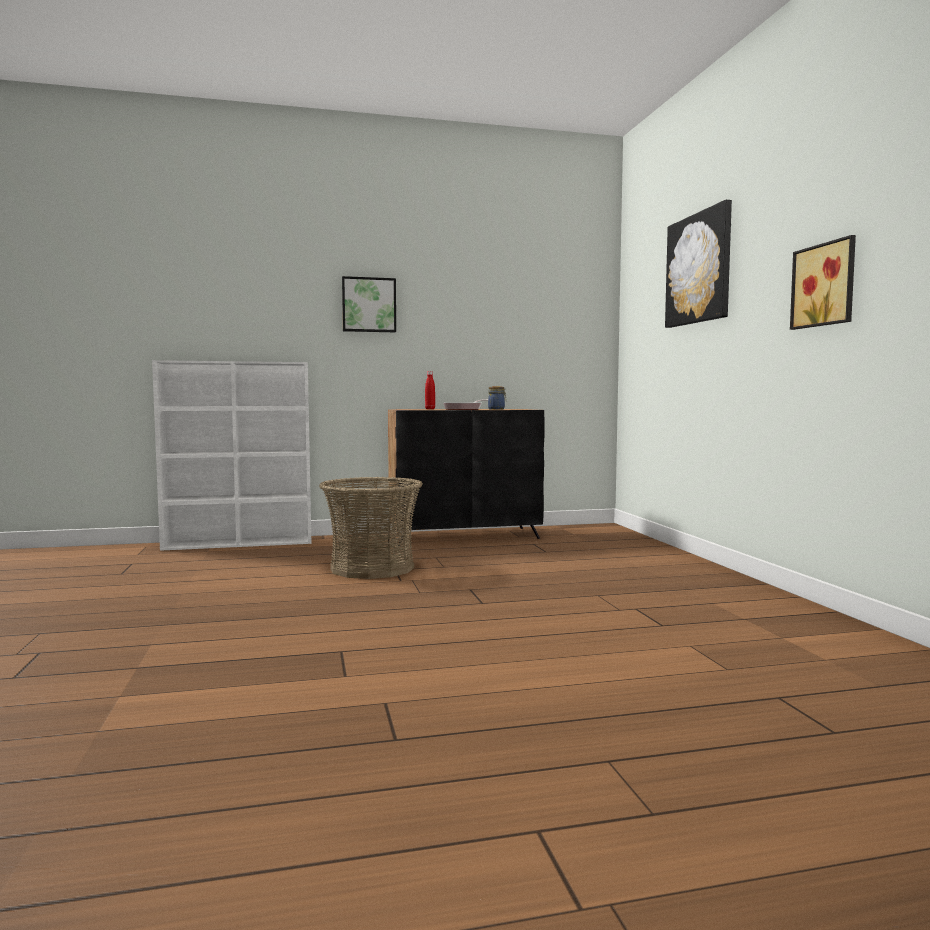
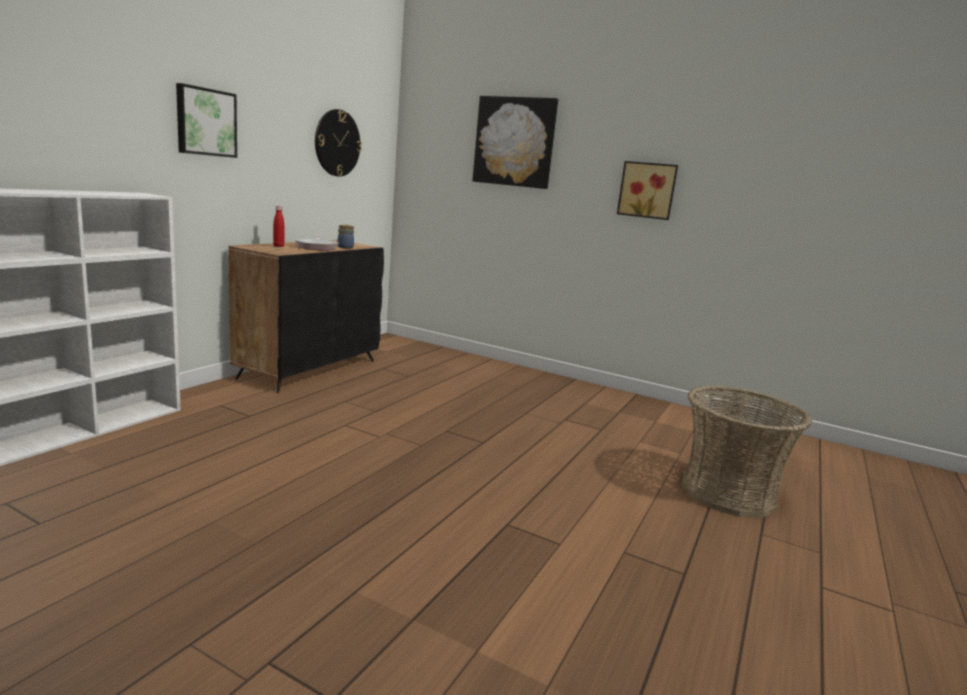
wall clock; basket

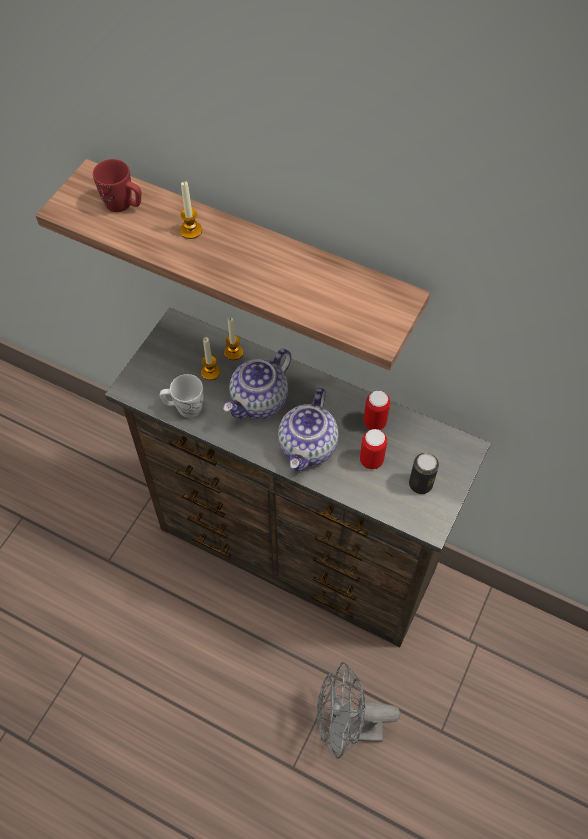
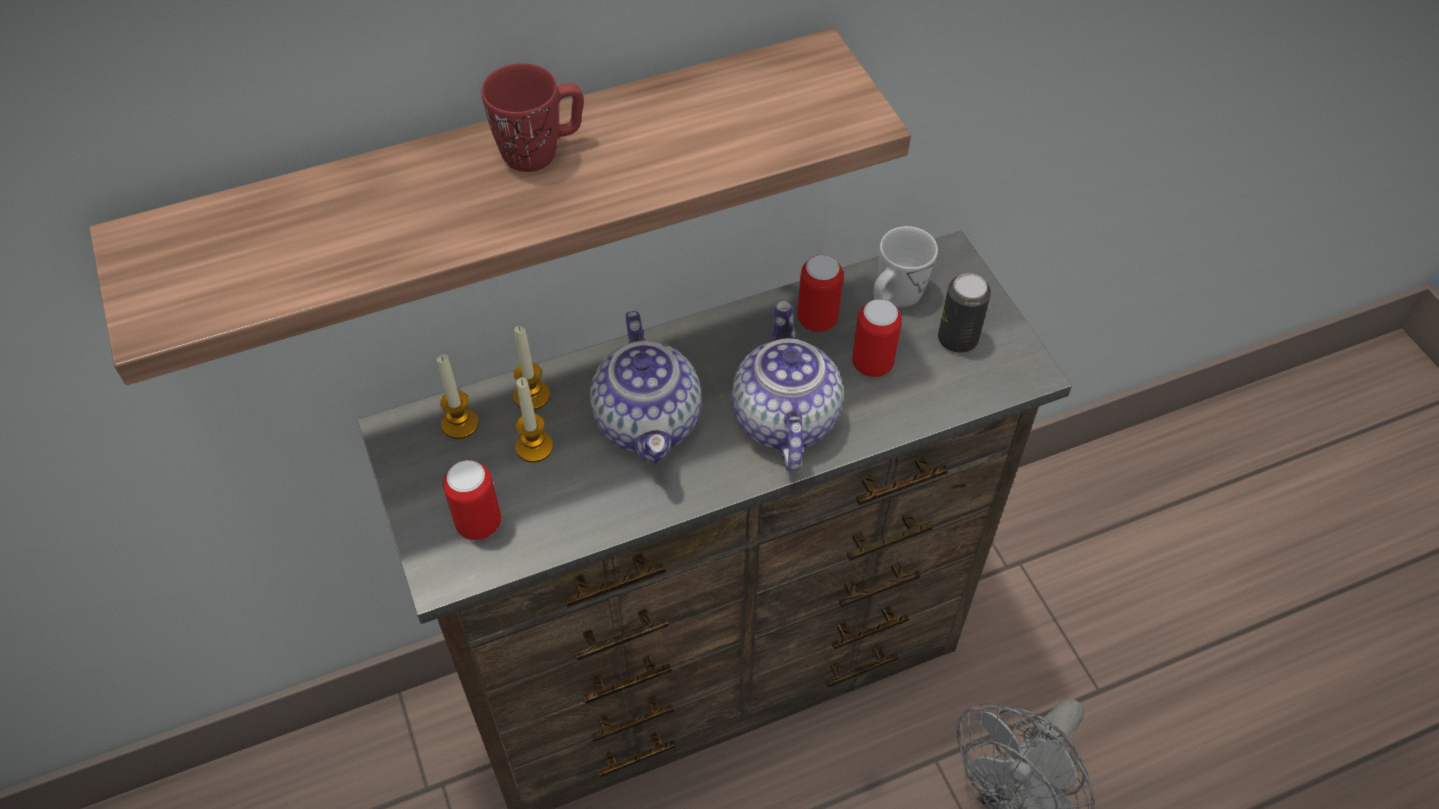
can (1st from left); mug in red; mug in white; candle (1st from left); teapot (2nd from left)

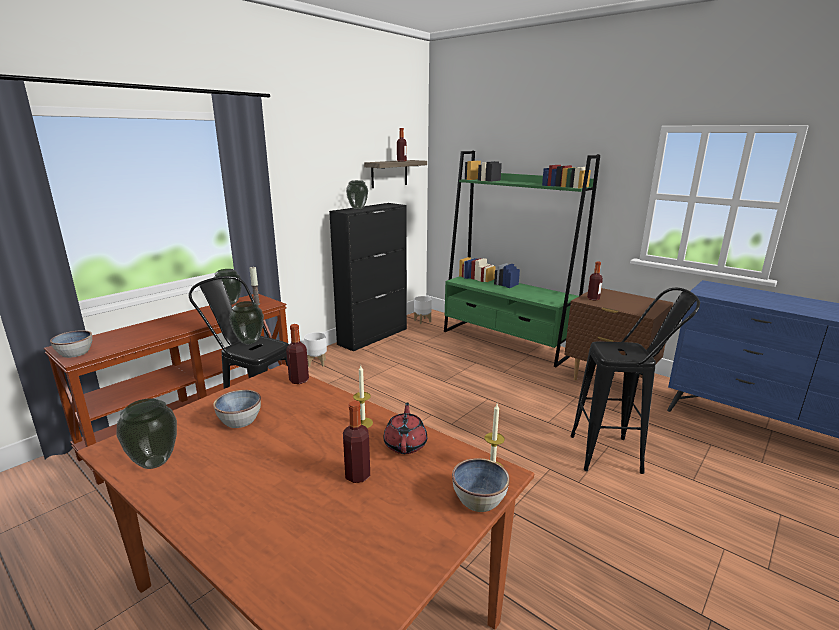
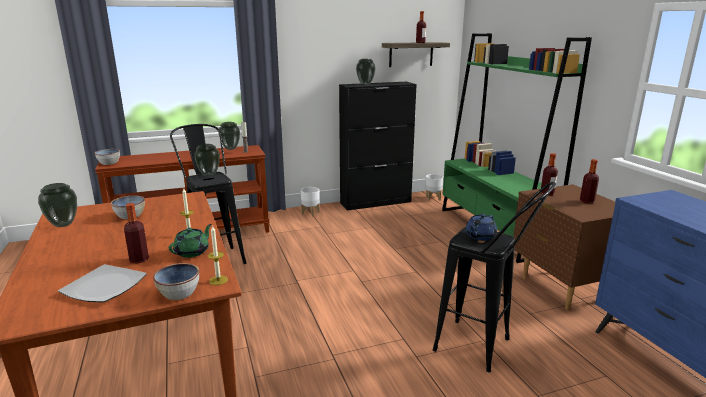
plate; teapot in blue; bottle (4th from left); teapot in green

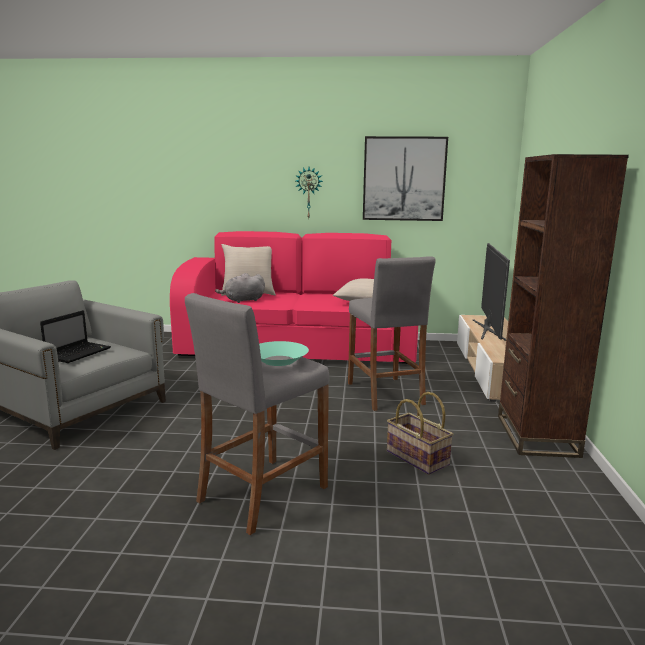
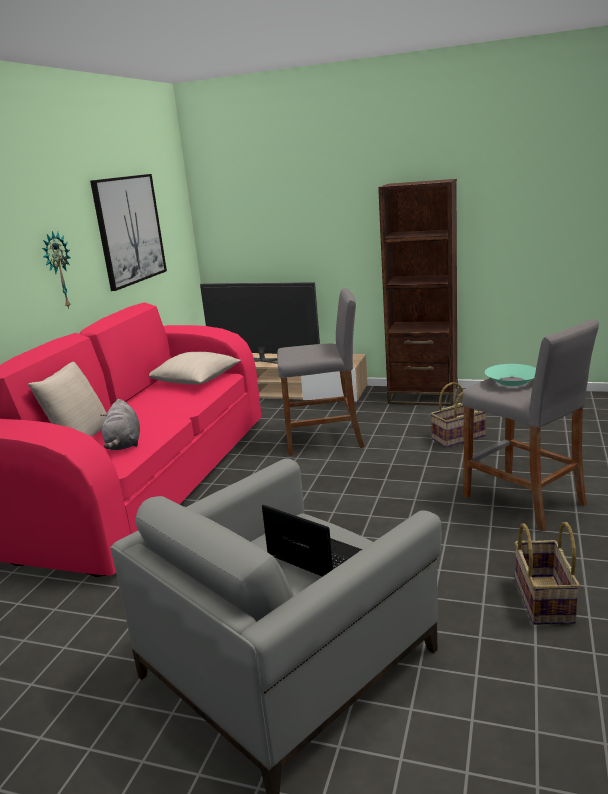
basket (2nd from left)

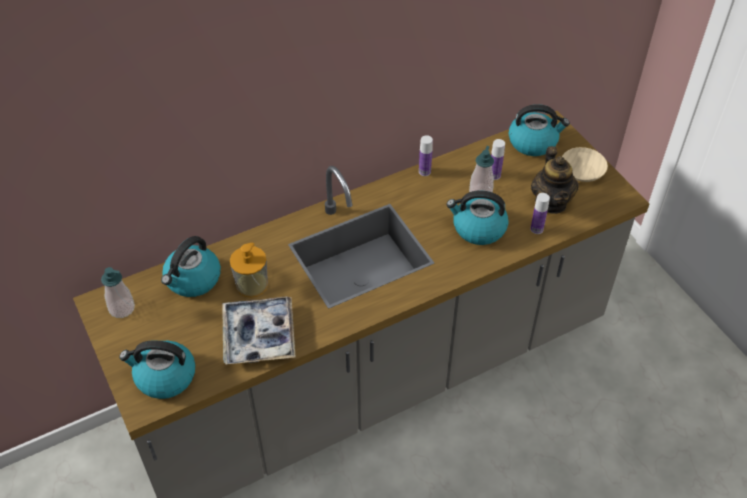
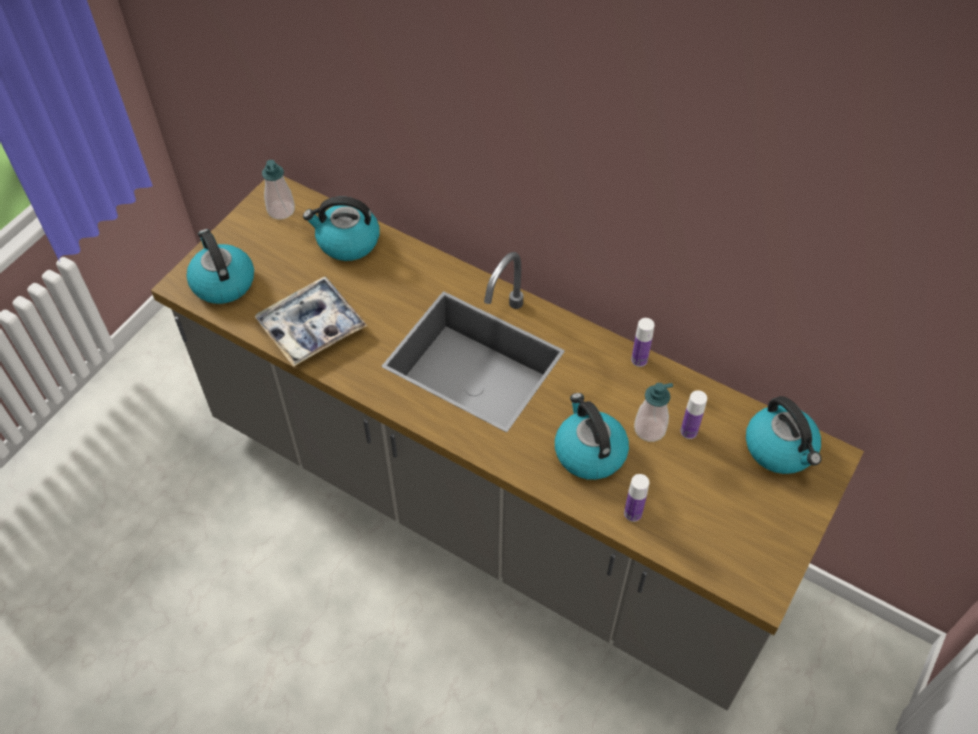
soap dispenser (2nd from left in the first image); teapot; bowl in beige

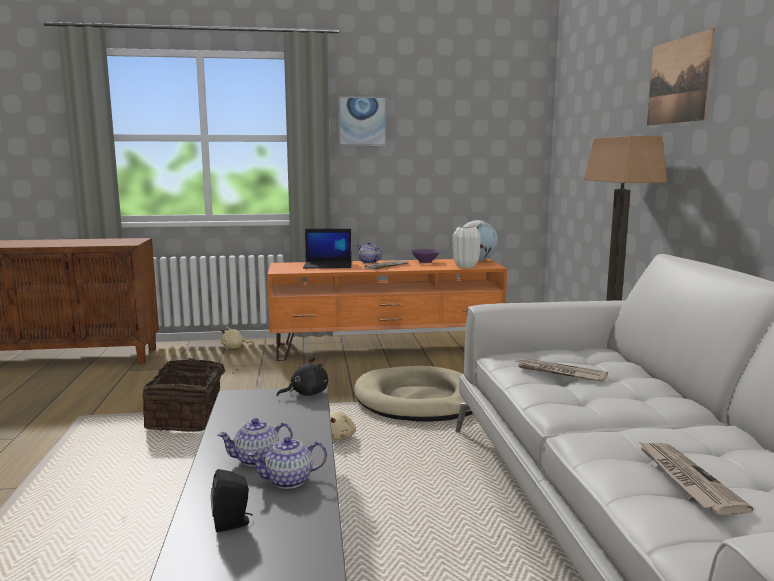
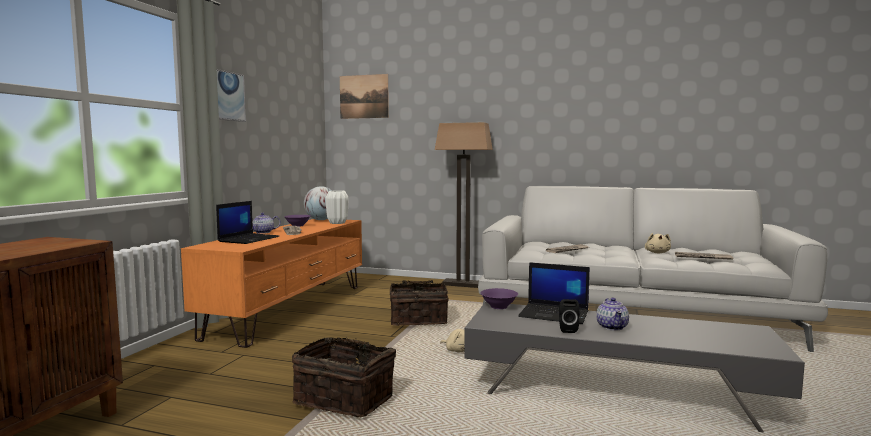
teapot (2nd from left in the first image); laptop (2nd from left); speaker in black; plush toy in beige (2nd from left); picture (2nd from left); bowl in purple (2nd from left); basket (2nd from left)

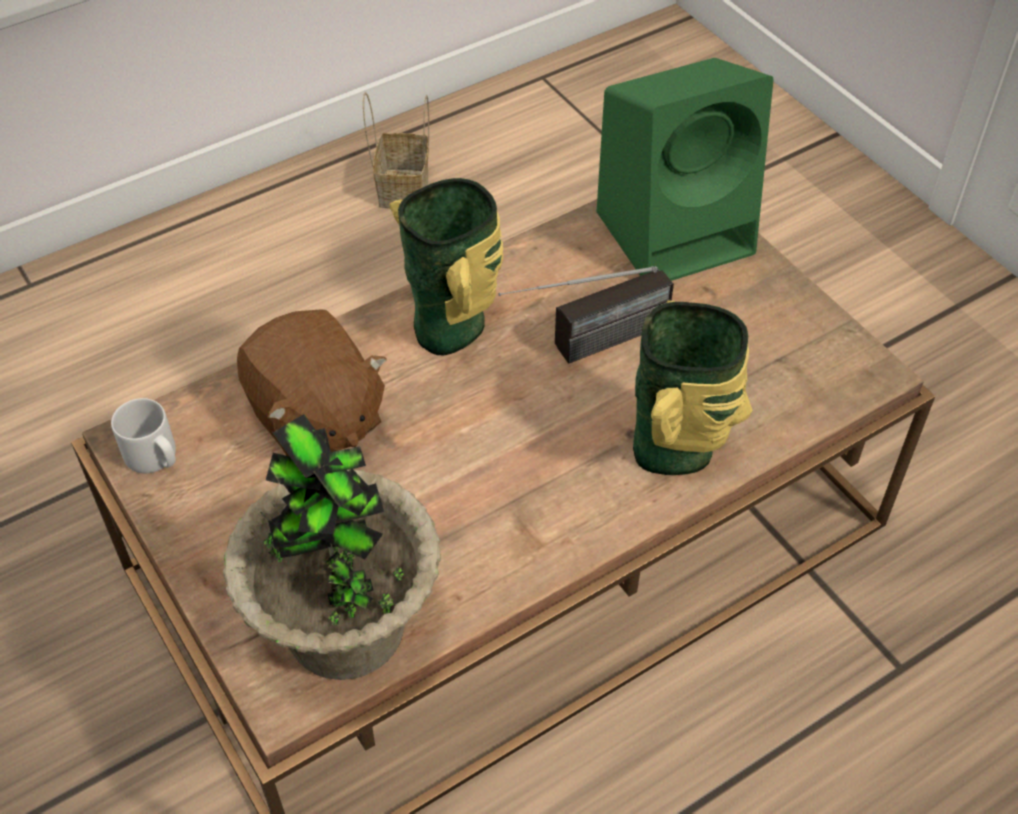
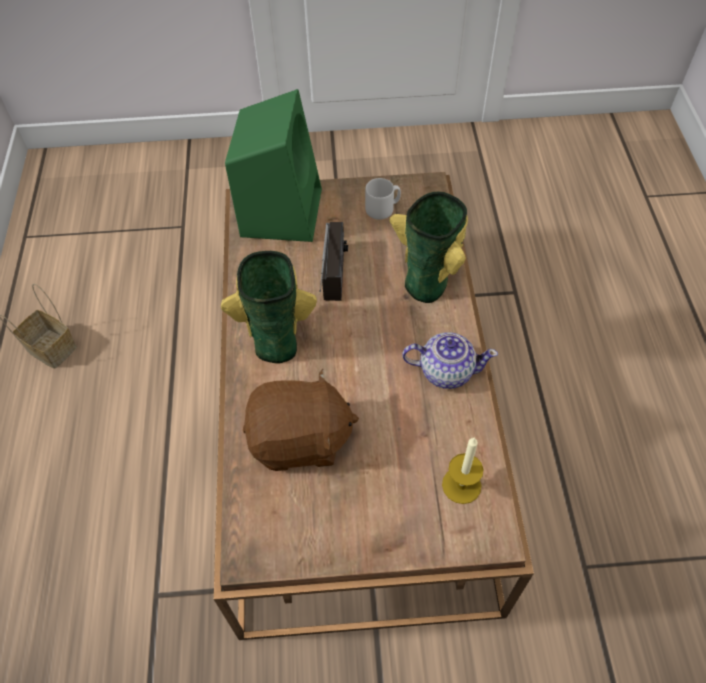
teapot; mug in grey; candle

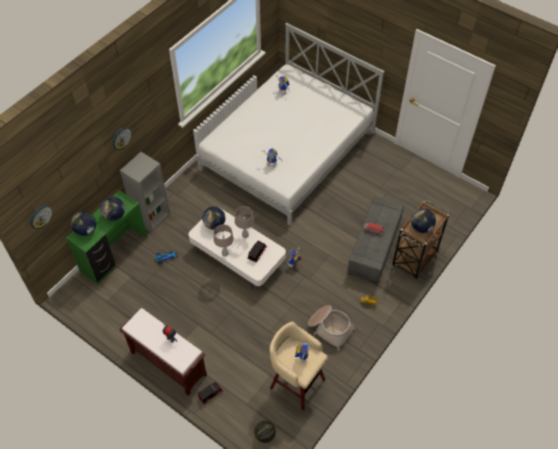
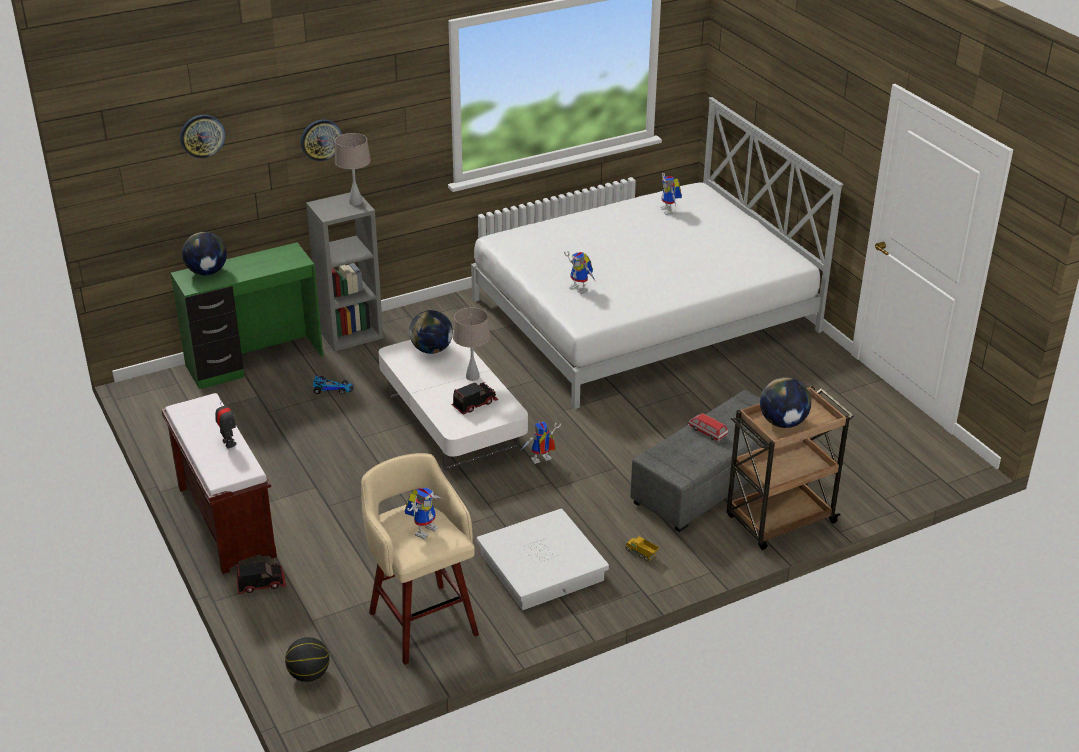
globe (2nd from left in the first image); wall clock (1st from left); table lamp in beige (1st from left); storage box in white

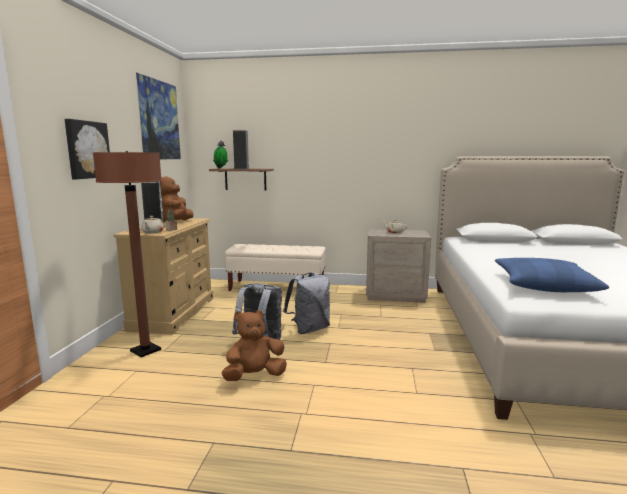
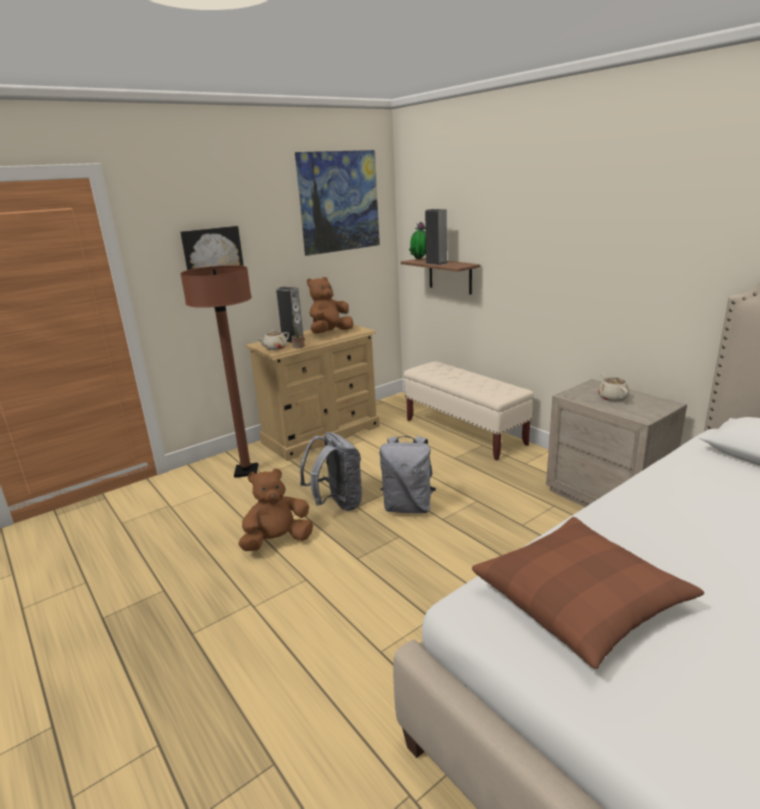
pillow in brown; plush toy in brown (1st from left)

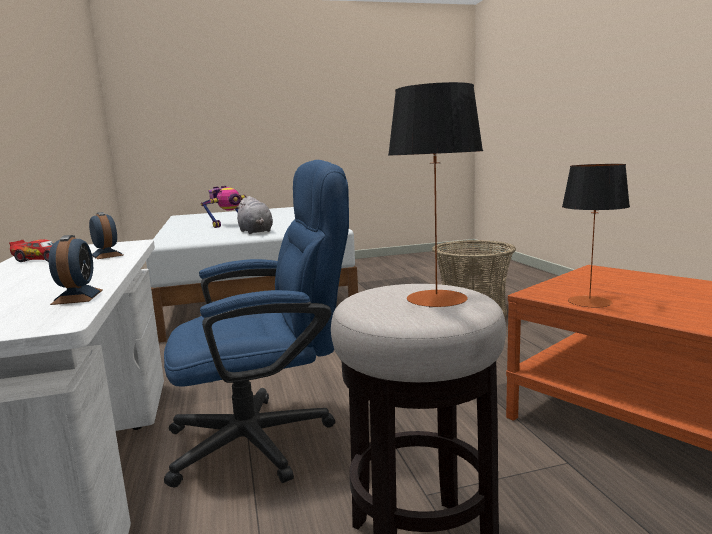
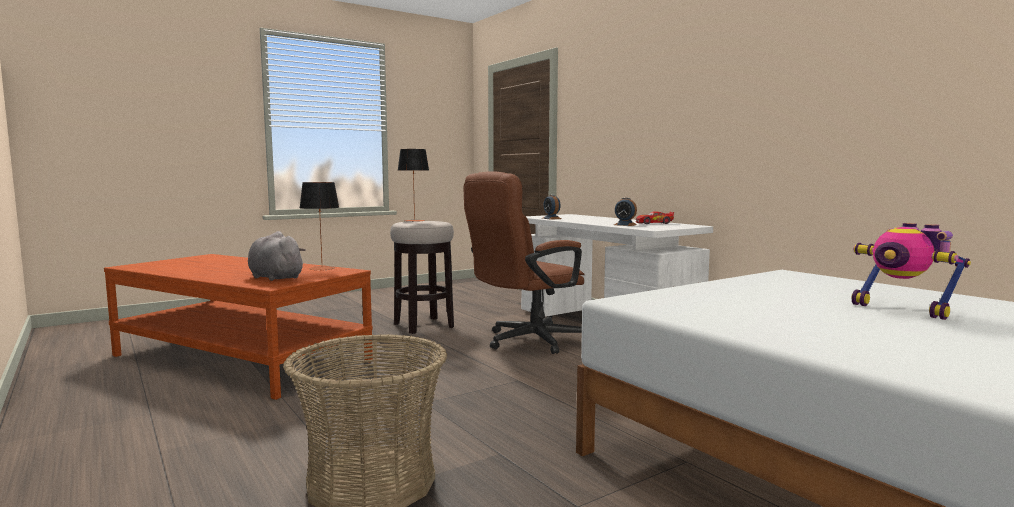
plush toy in grey; office chair in brown; toy robot

